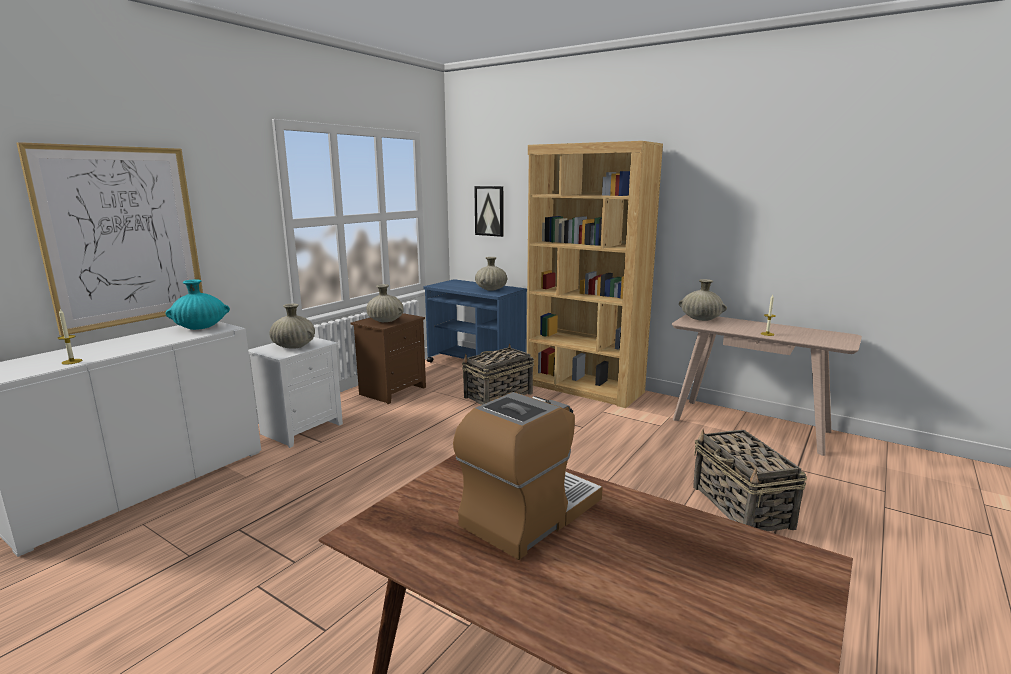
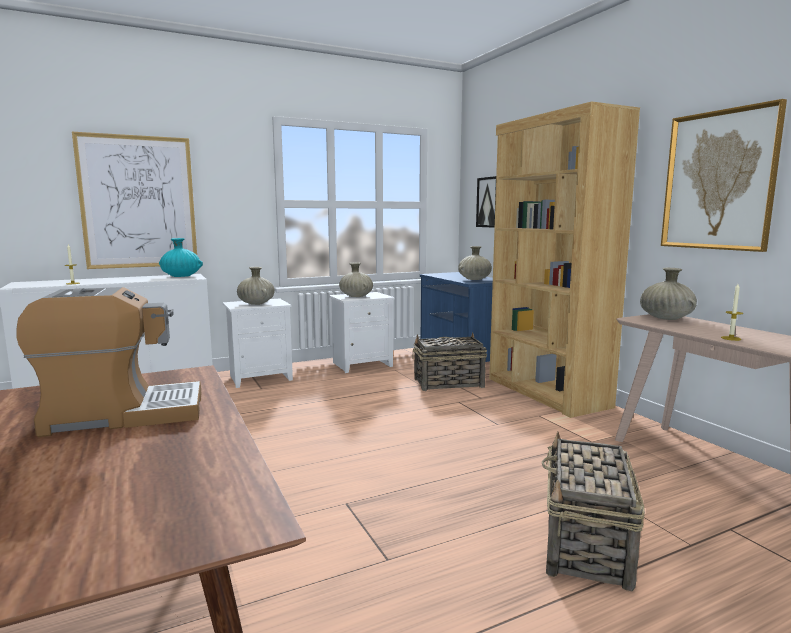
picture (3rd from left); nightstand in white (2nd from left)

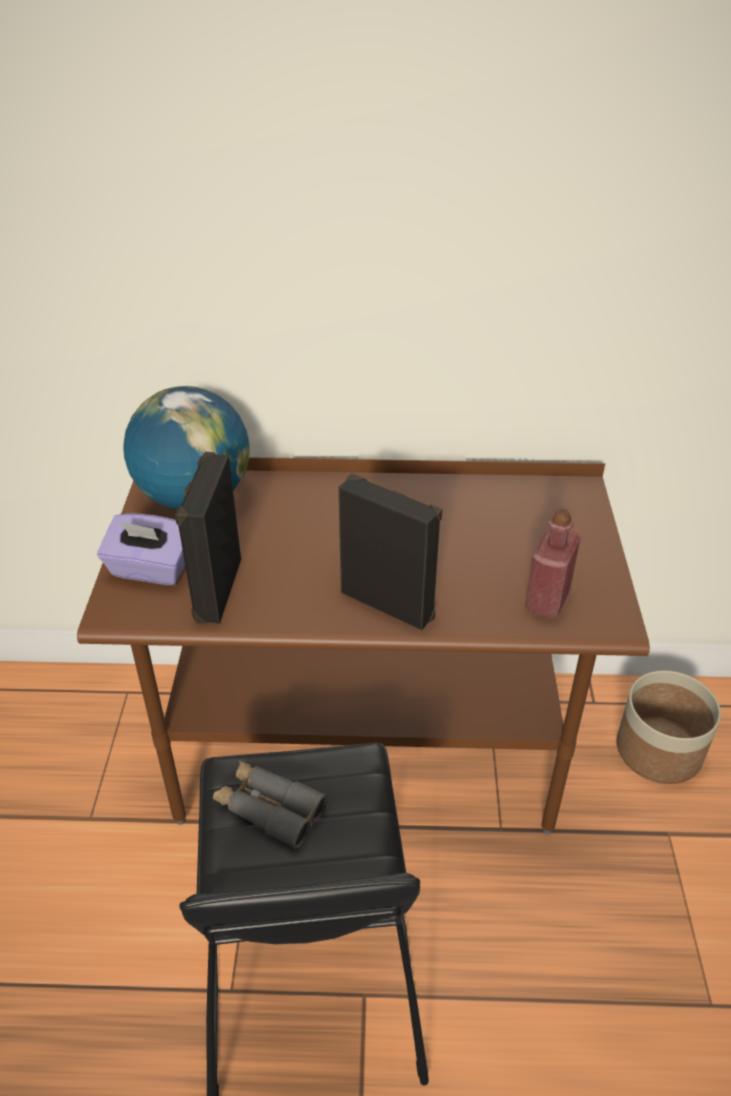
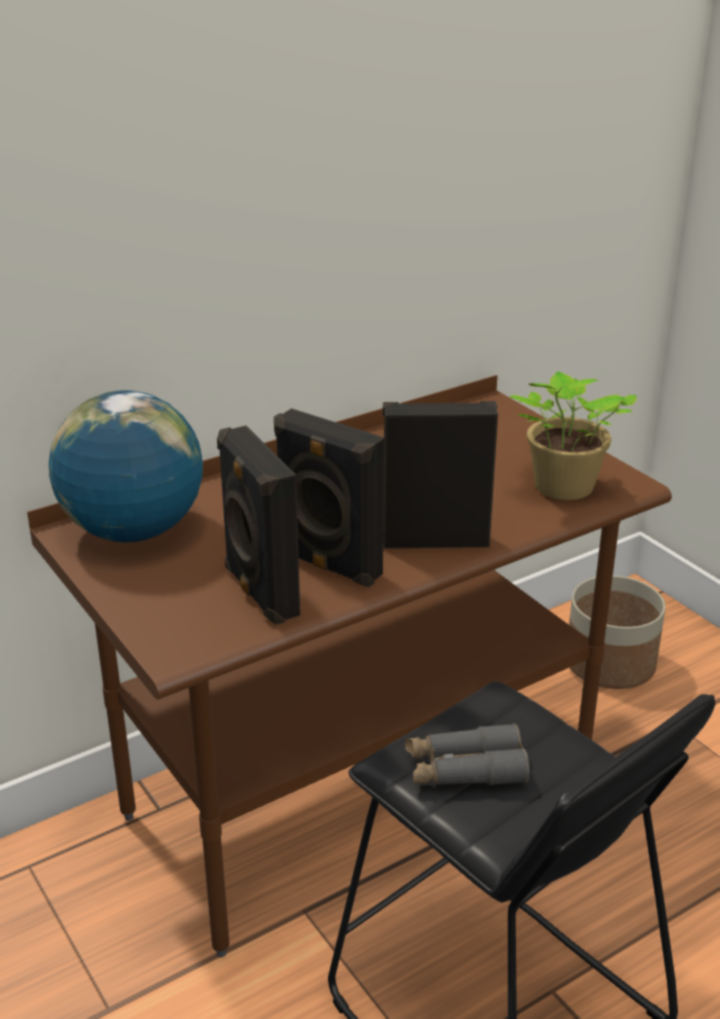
tissue box in purple; speaker in black (2nd from left); potted plant

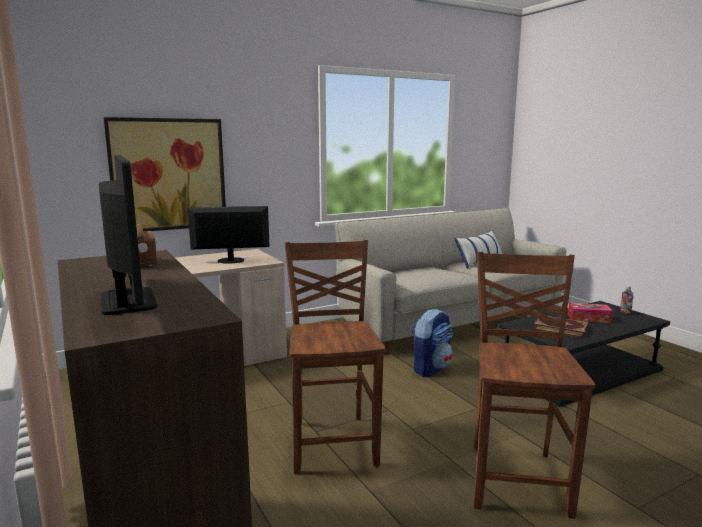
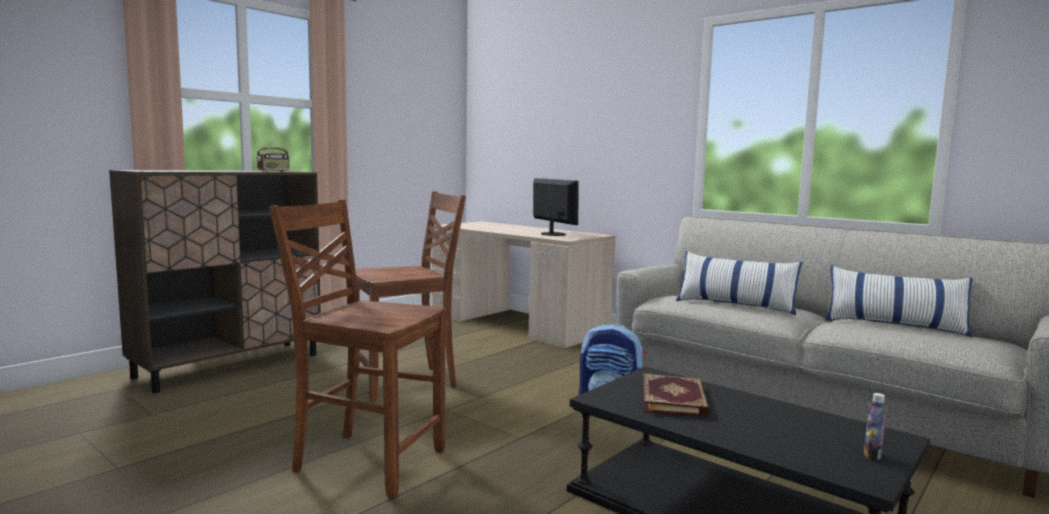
monitor (1st from left in the first image); picture; tissue box; pillow (1st from left); chair in brown (1st from left)

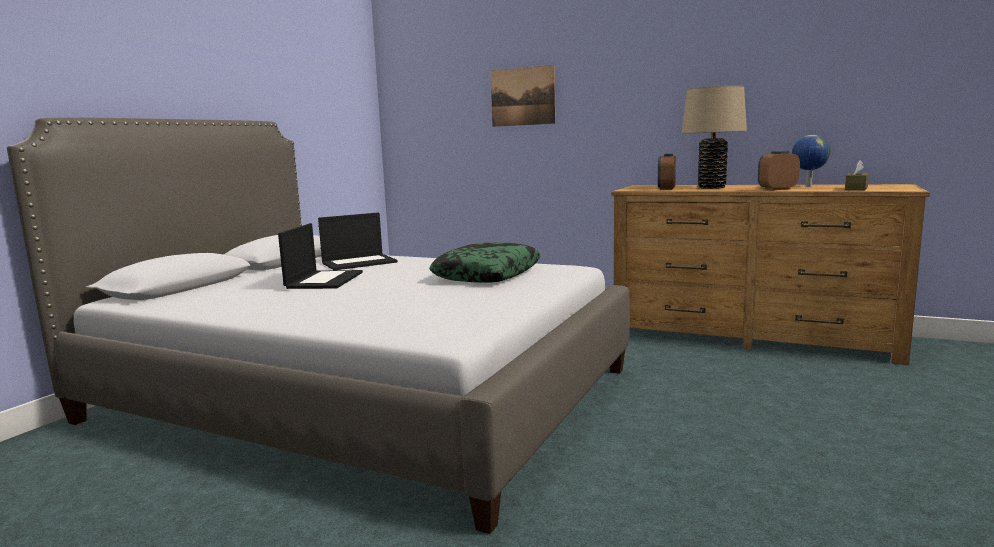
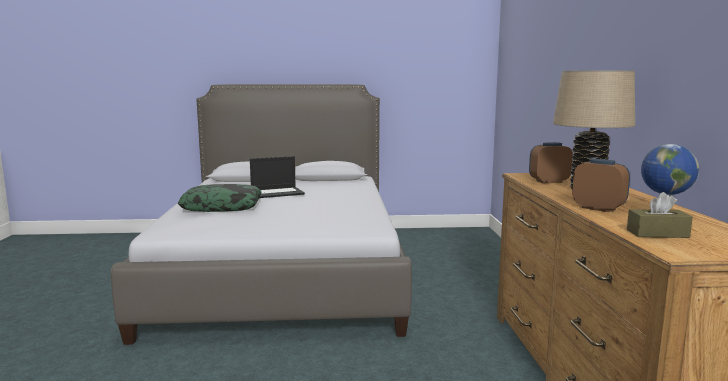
laptop (2nd from left in the first image); picture; pillow

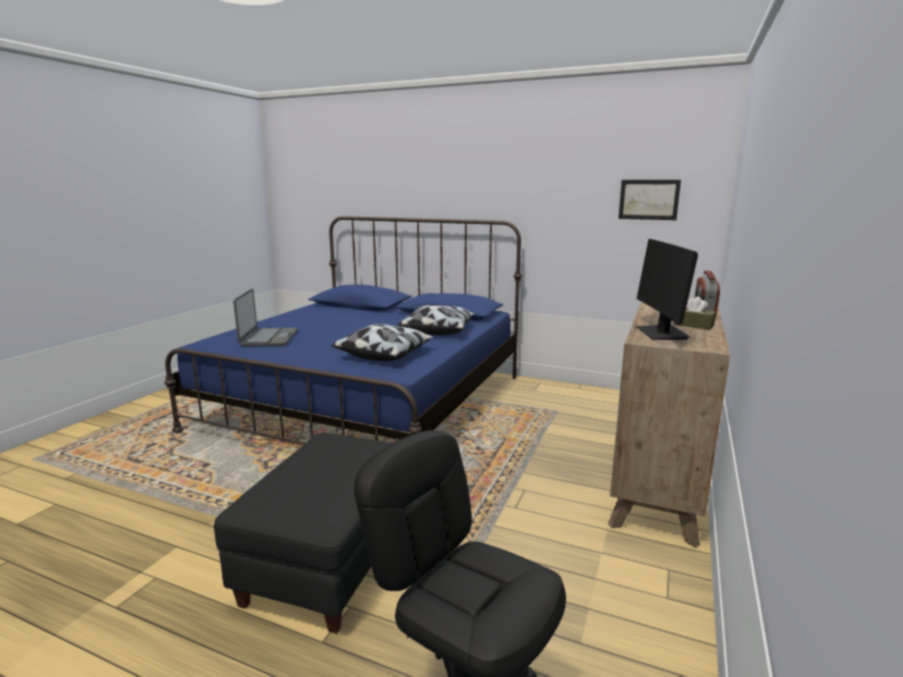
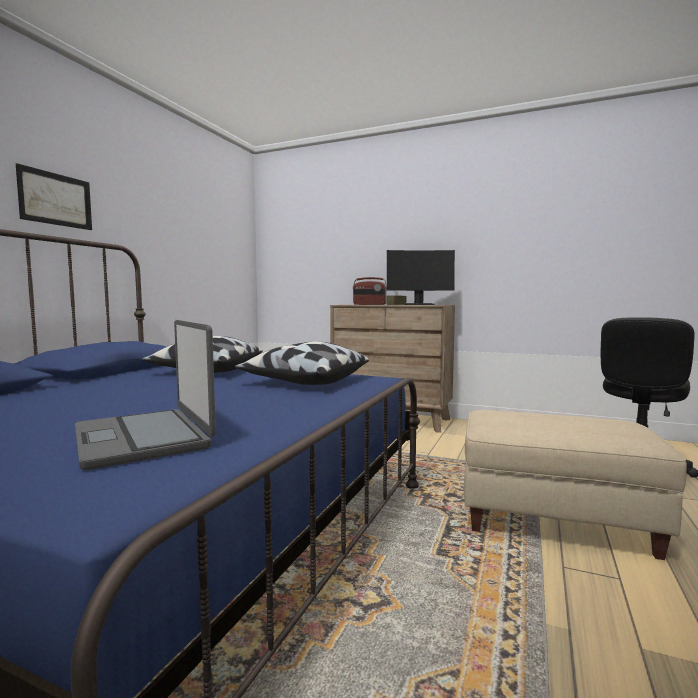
picture; ottoman in beige; laptop

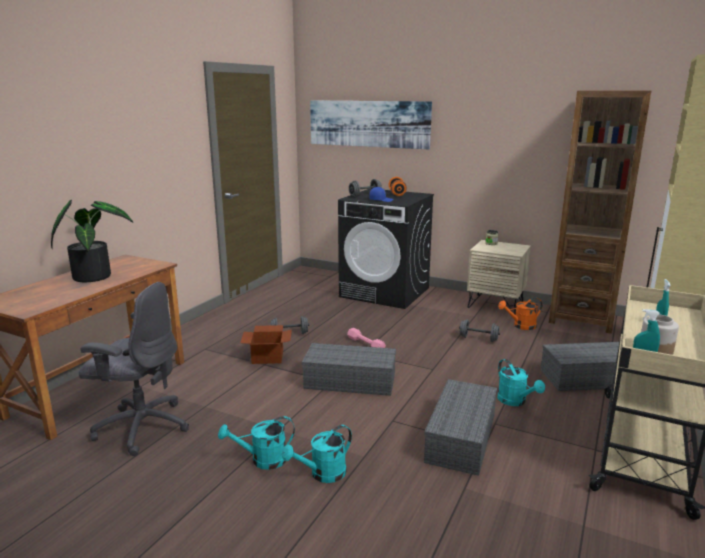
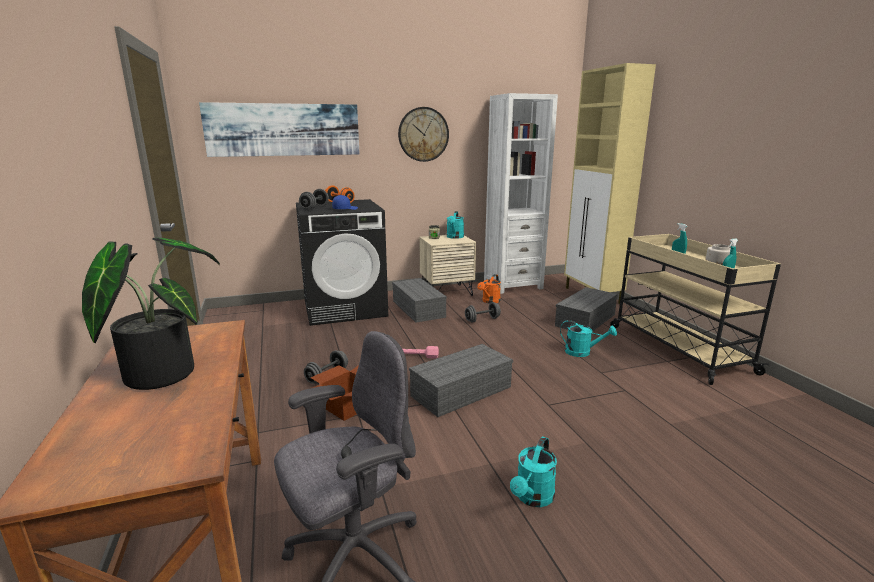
wall clock; watering can in turquoise (1st from left); storage box in grey (1st from left); bookcase in white

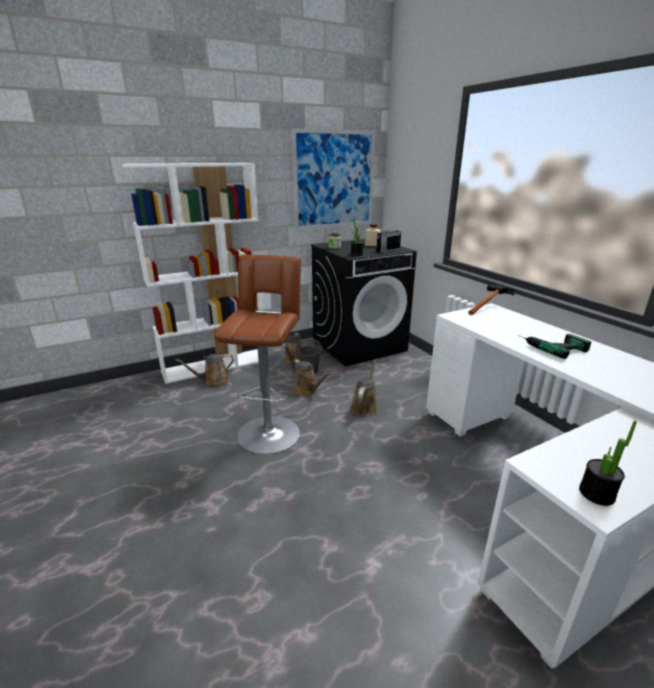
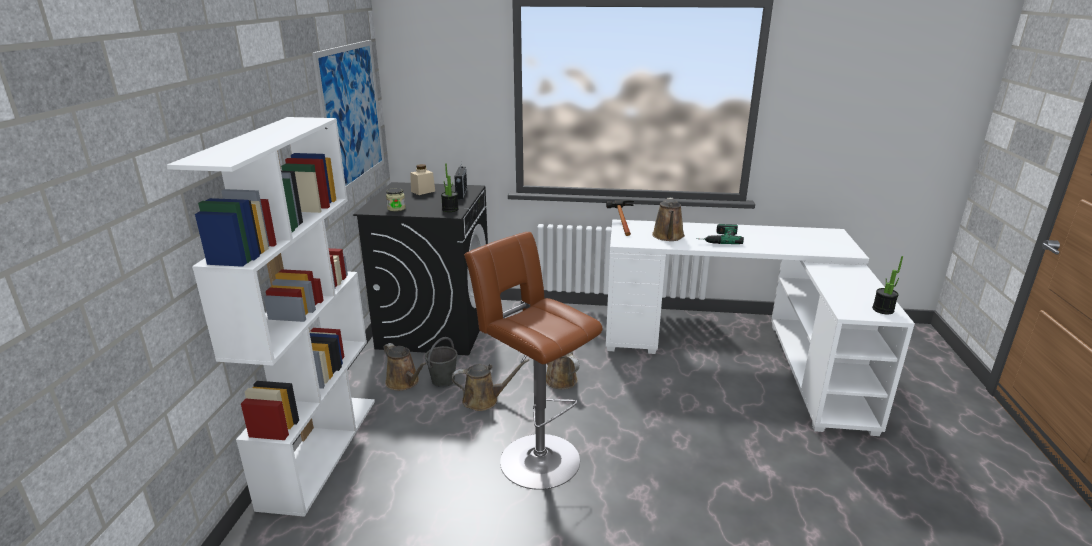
watering can in brown (4th from left)

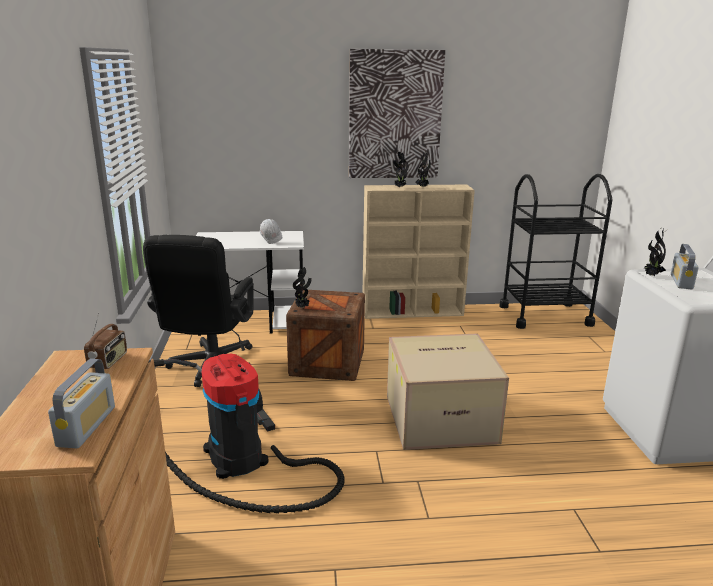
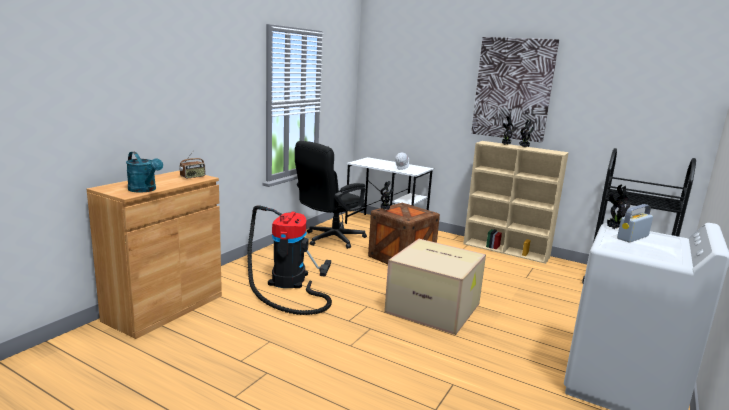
watering can in turquoise

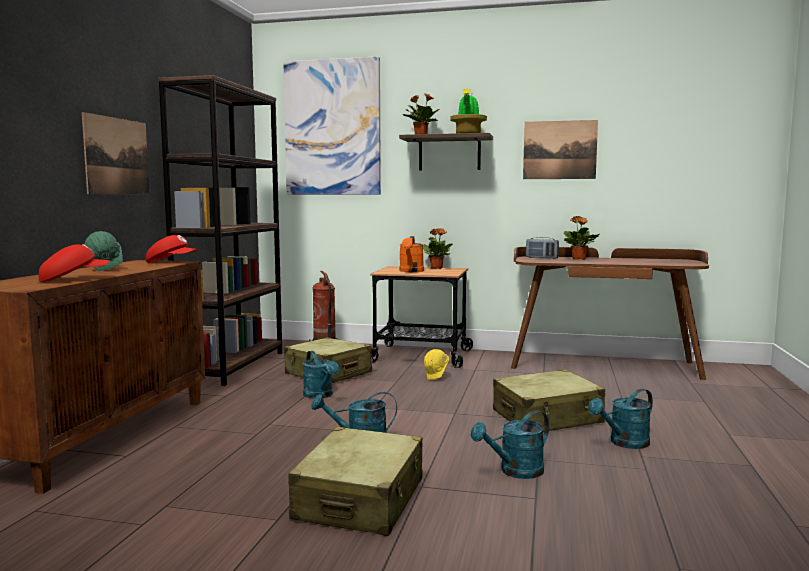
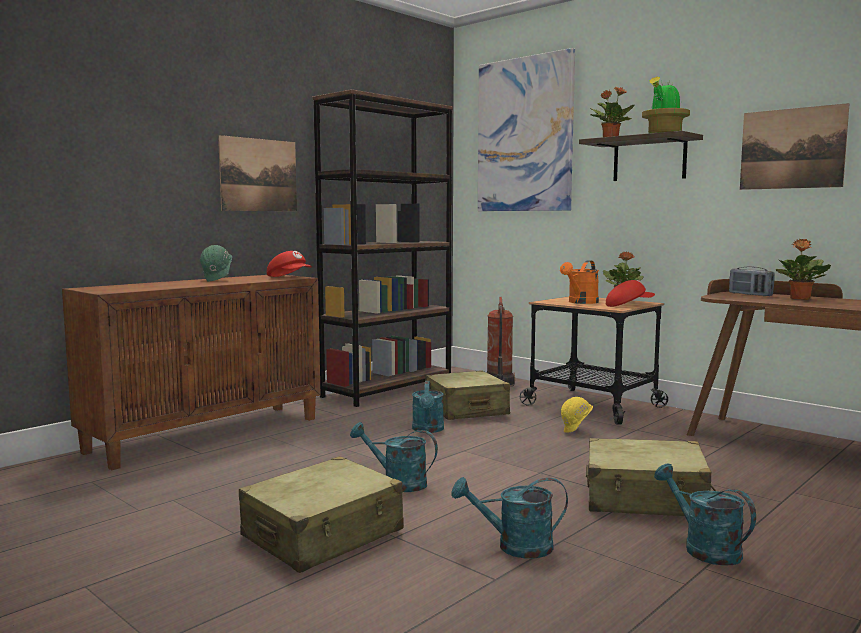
cap in red (2nd from left); watering can in turquoise (4th from left)

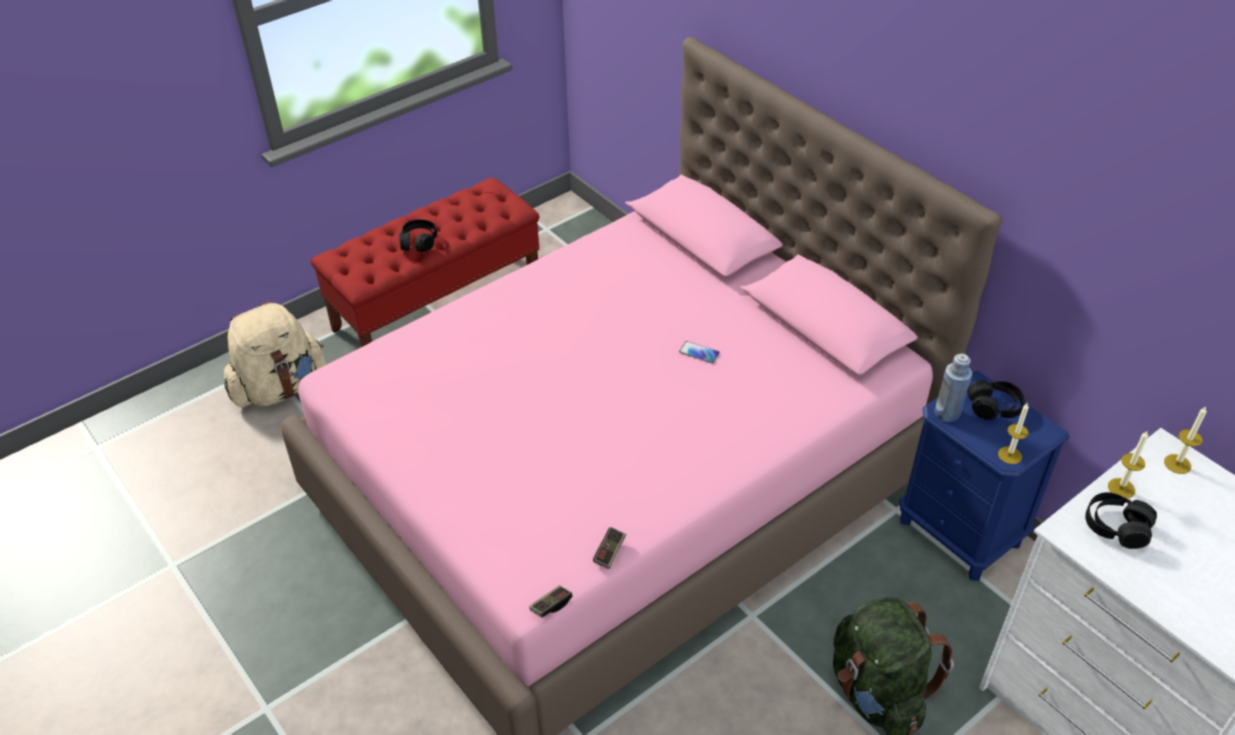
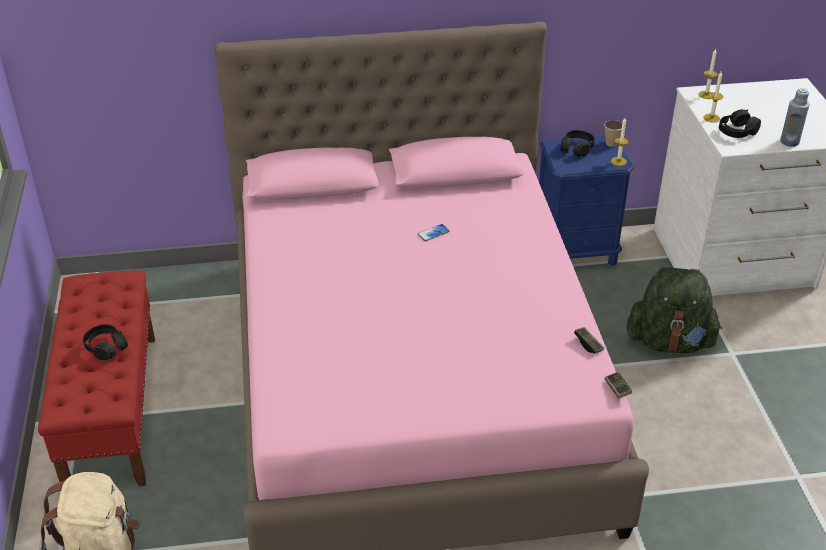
cup; bottle in blue

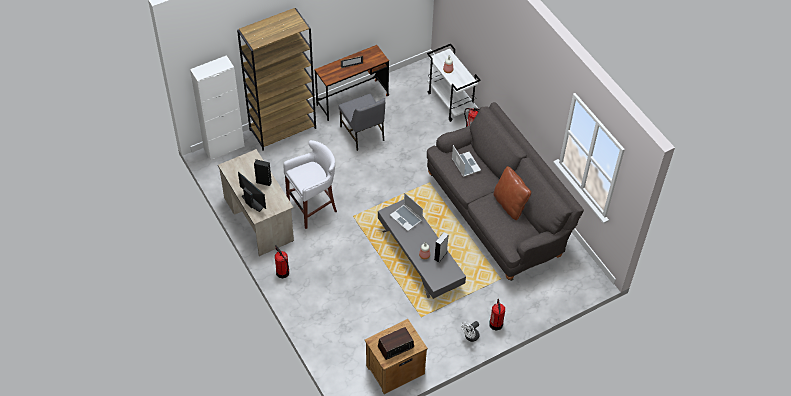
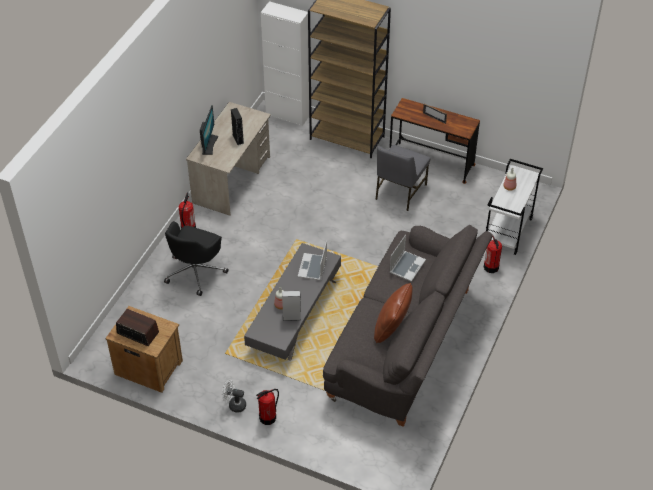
stool in white; office chair in black

